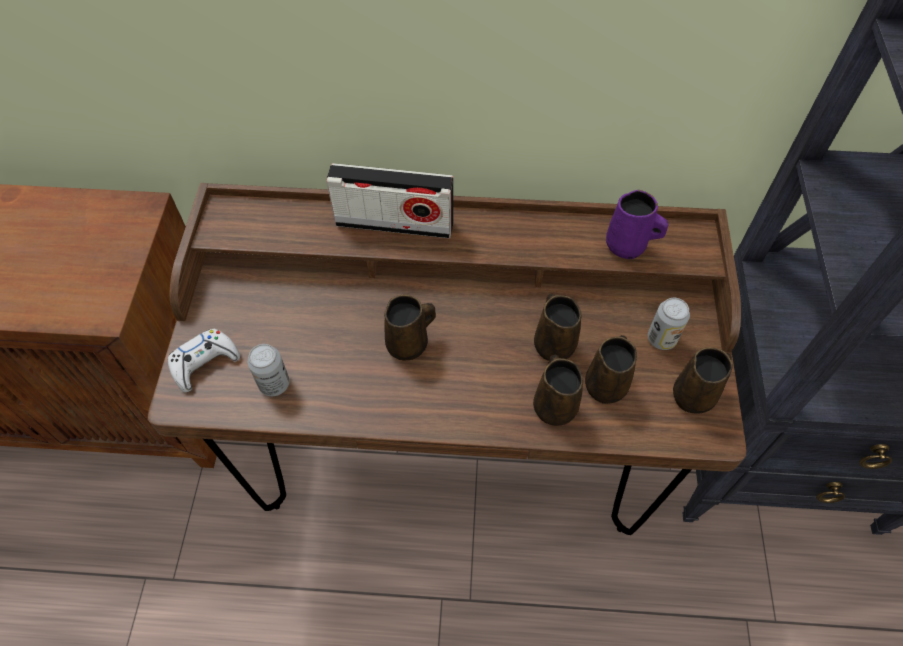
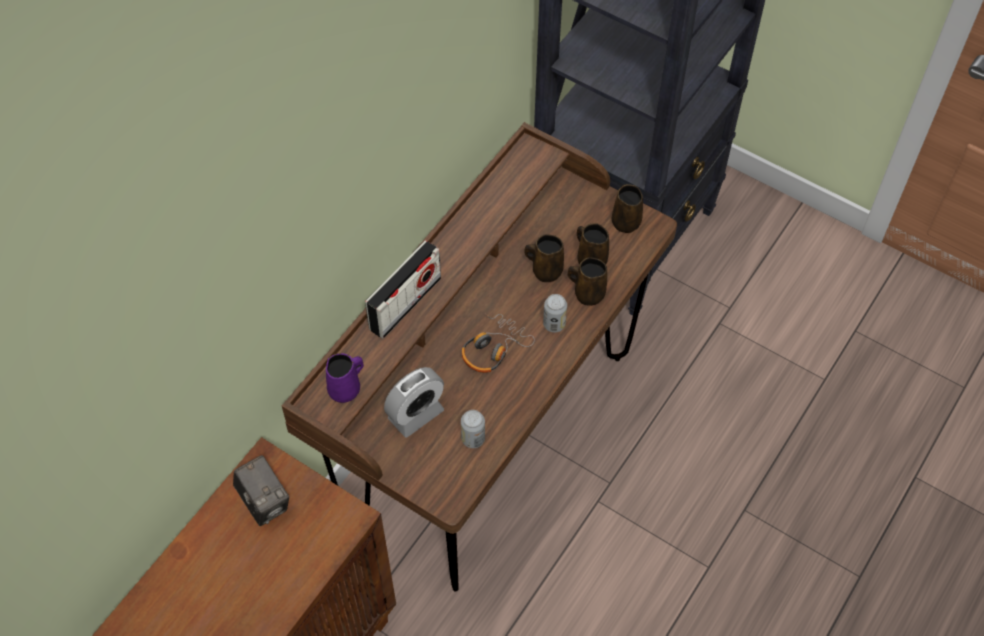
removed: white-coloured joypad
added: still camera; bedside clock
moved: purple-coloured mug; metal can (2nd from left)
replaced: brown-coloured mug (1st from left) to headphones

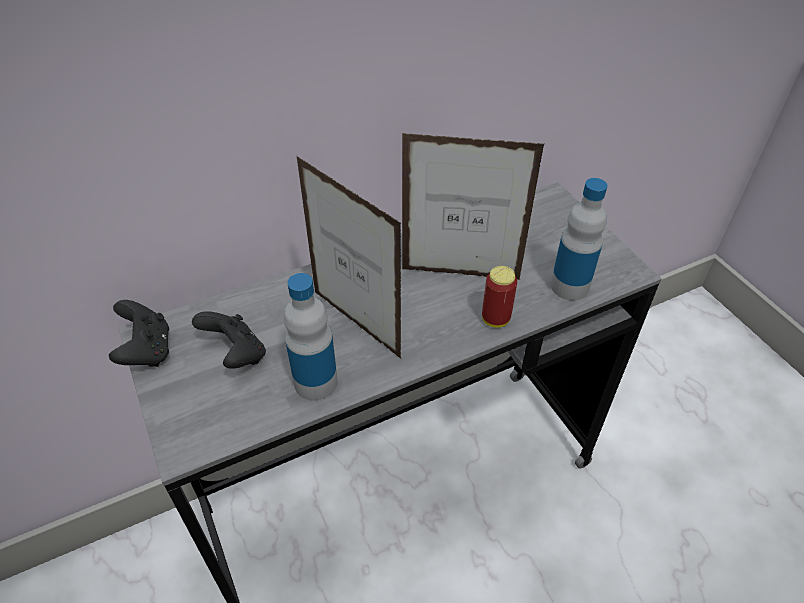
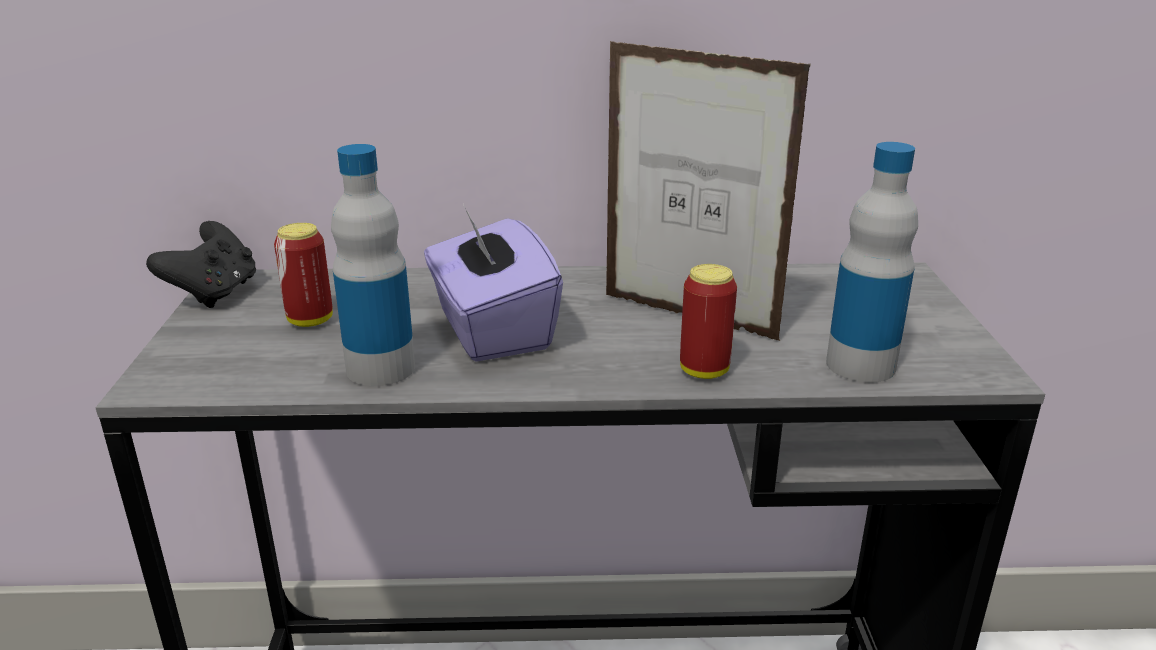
replaced: blackish joypad (2nd from left) to metal can (1st from left); standing frame (1st from left) to purple-coloured box of tissues

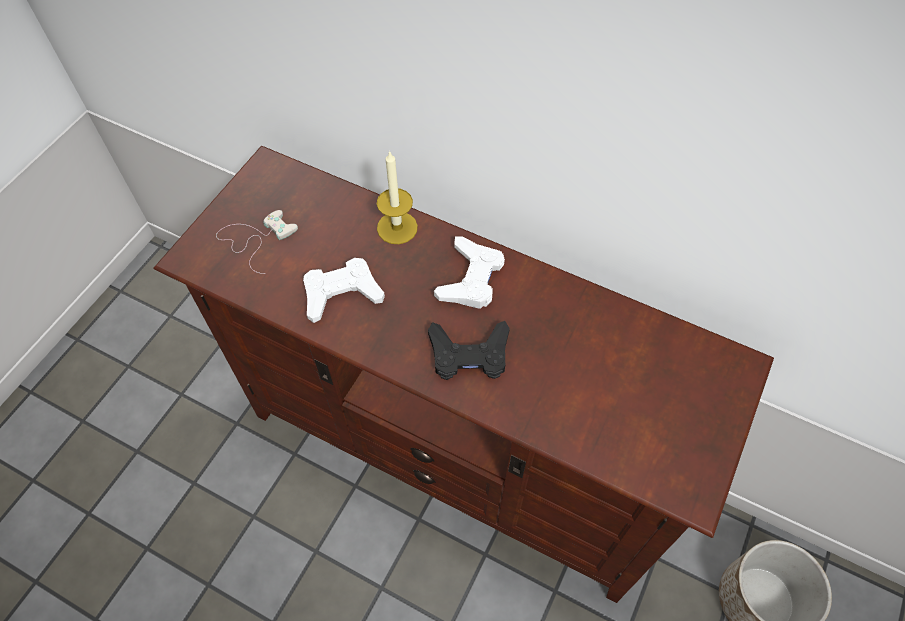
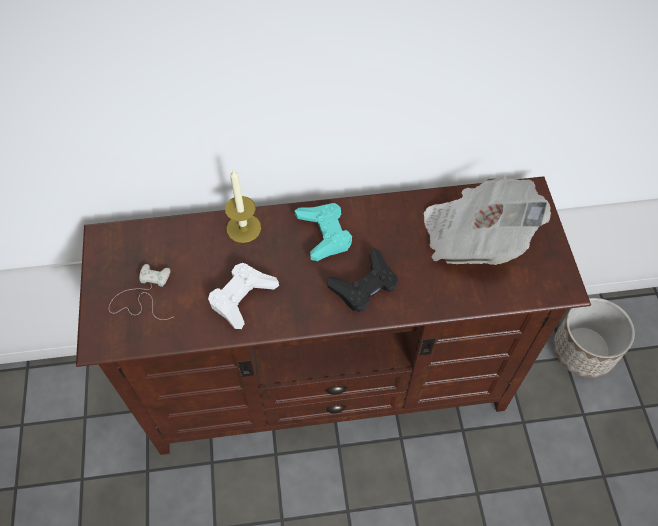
added: printed paper
recoloured: white-coloured joypad (3rd from left) to turquoise-coloured joypad

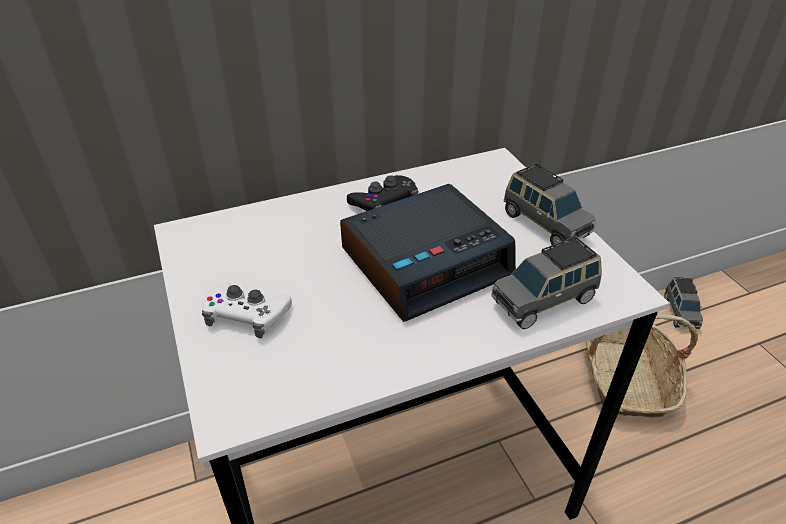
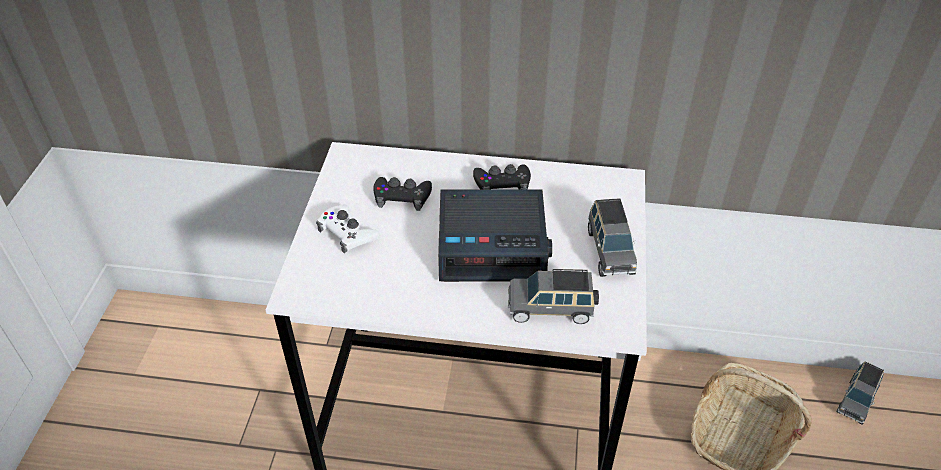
added: blackish joypad (1st from left)

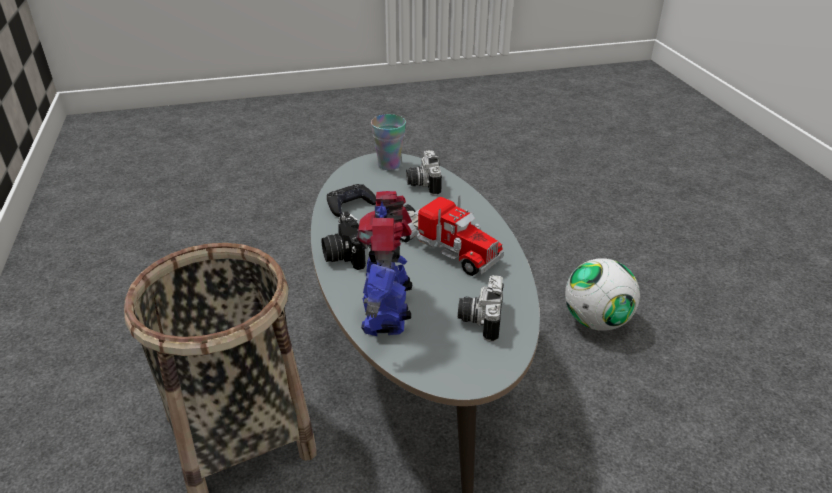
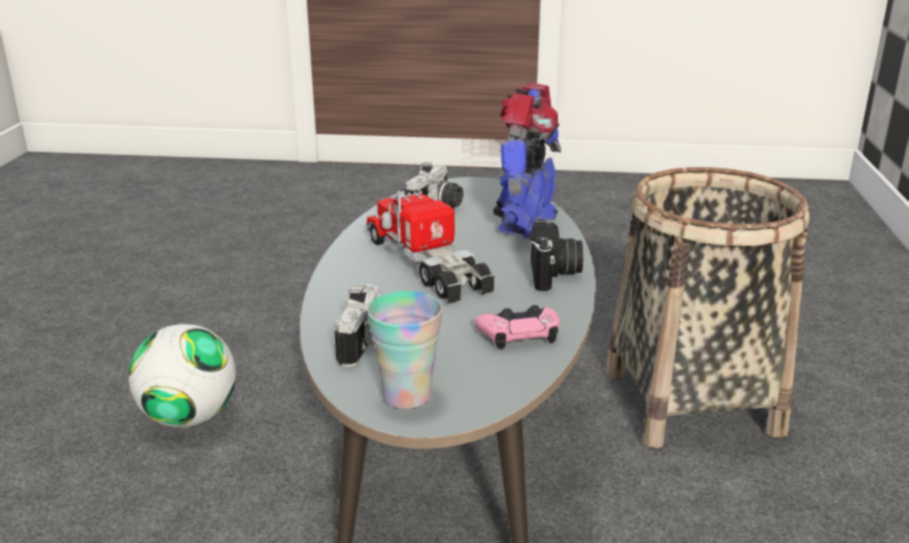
recoloured: blackish joypad to pink-coloured joypad

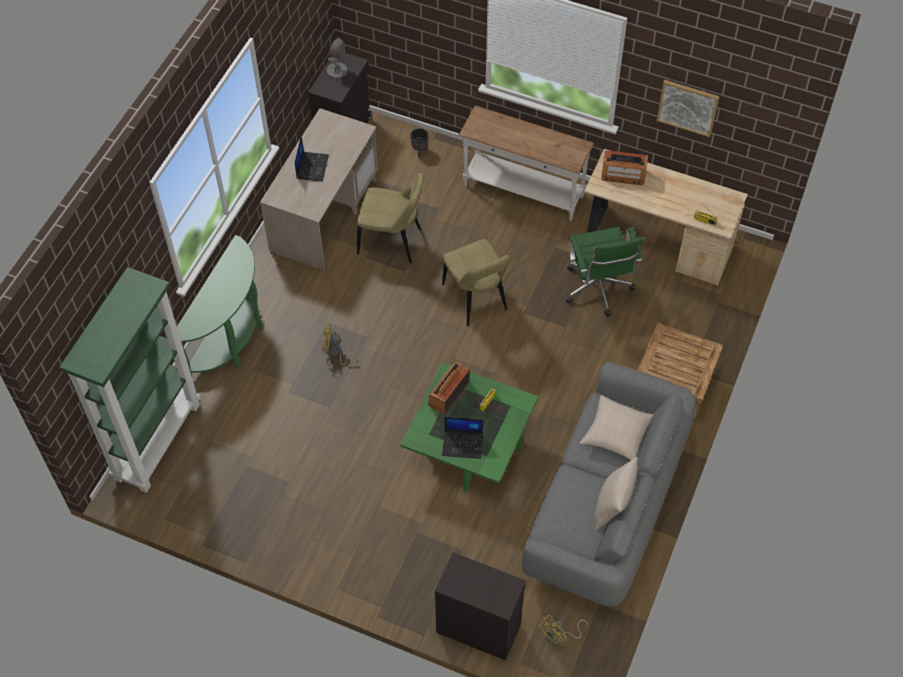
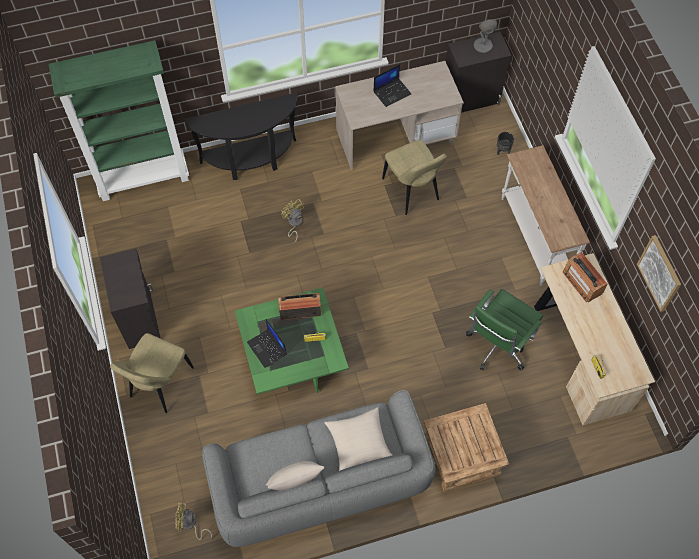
moved: blackish cabinet (2nd from left in the first image) to blackish cabinet (1st from left); sand-coloured chair (2nd from left in the first image) to sand-coloured chair (1st from left)
recoloured: greenish console table to blackish console table

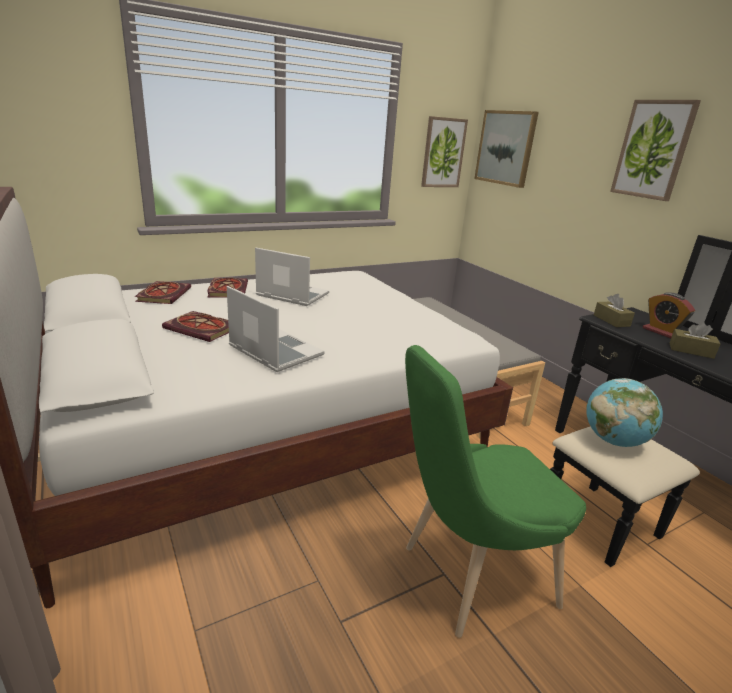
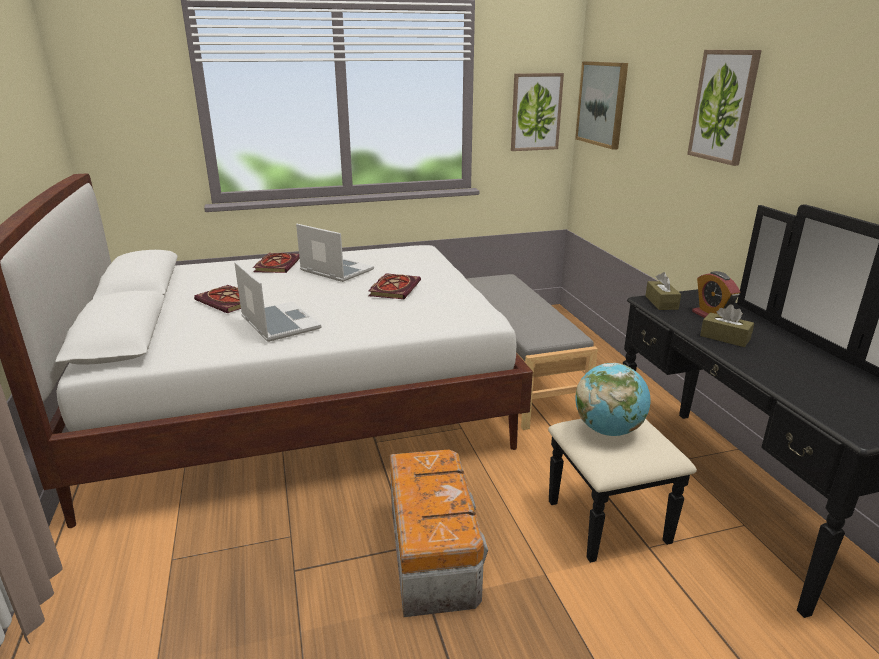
moved: bound book (1st from left in the first image) to bound book (3rd from left)
replaced: greenish chair to storage box

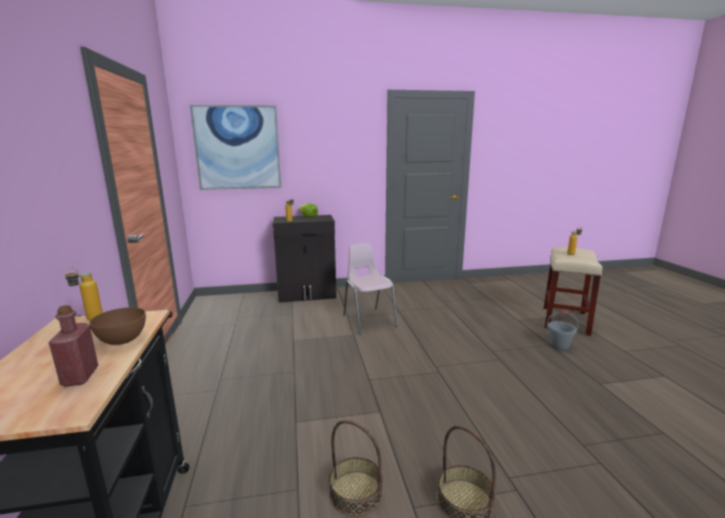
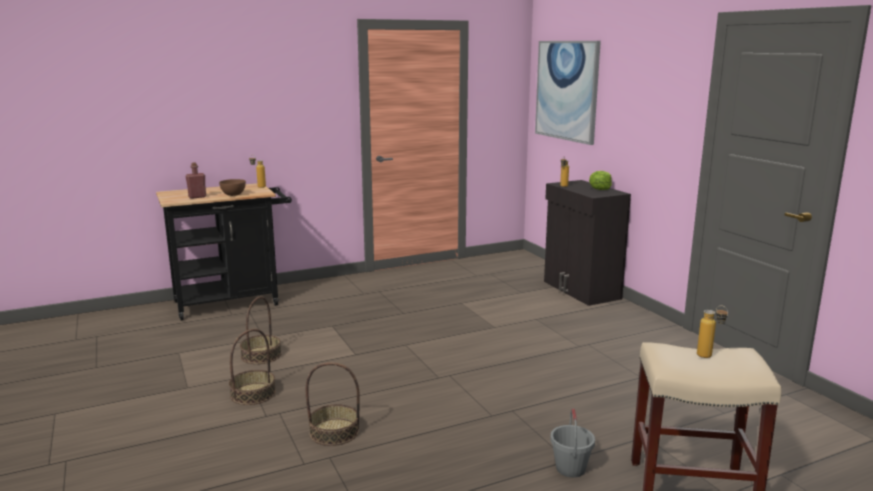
removed: pink-coloured chair
added: storage basket (3rd from left)

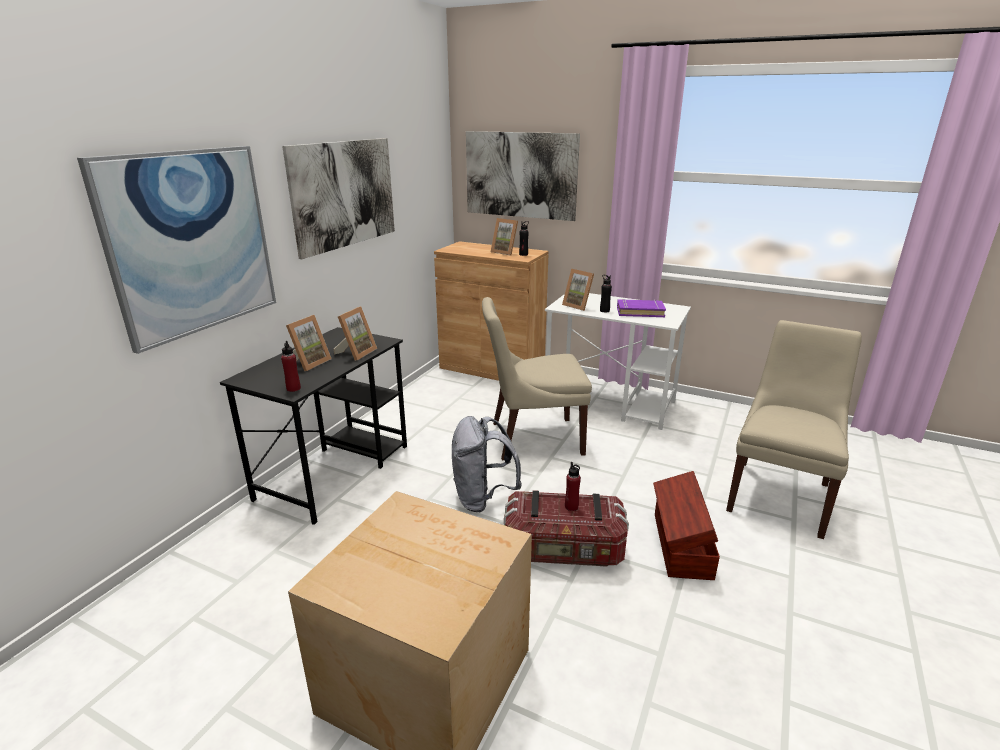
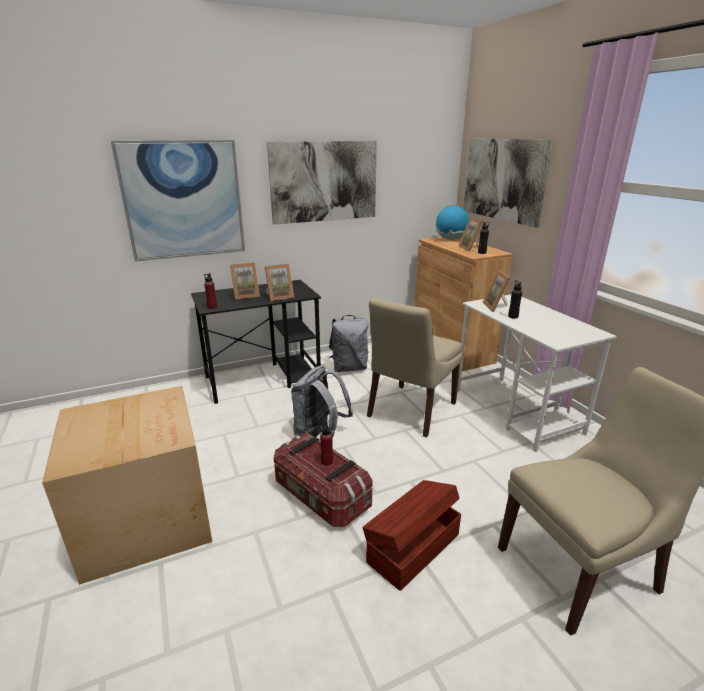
removed: purple-coloured bound book
added: greyish knapsack (2nd from left); desk globe
turned: sand-coloured chair (1st from left) 90 degrees counterclockwise

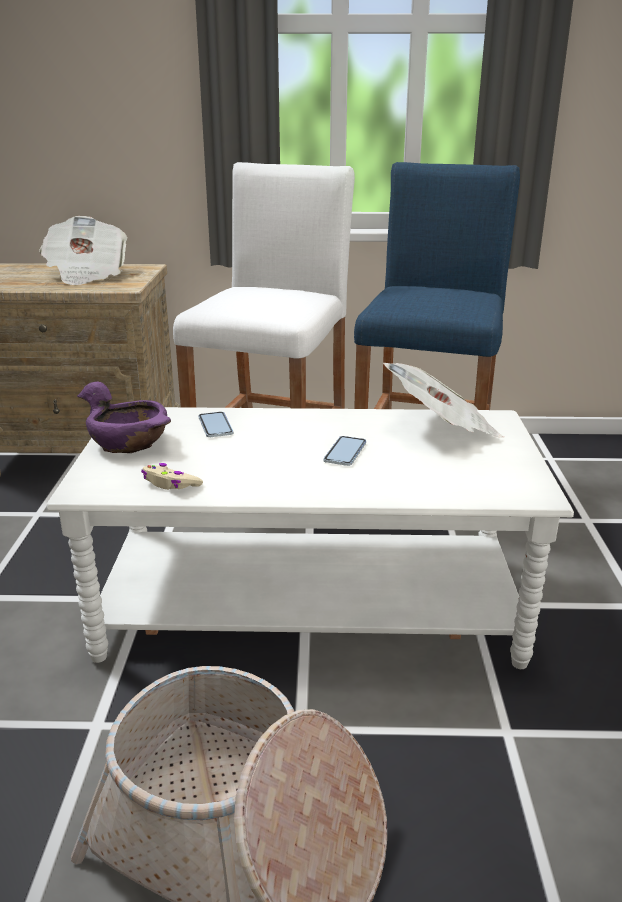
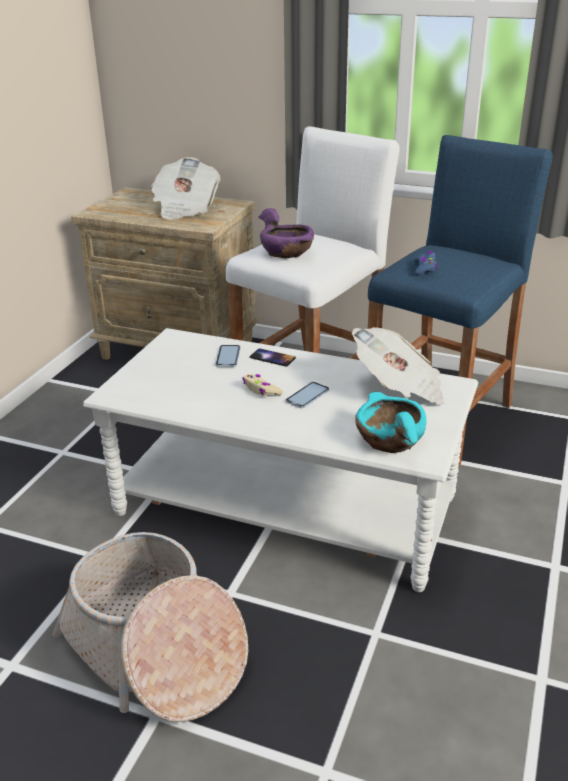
added: phone (2nd from left); turquoise-coloured serving bowl; blue-coloured joypad
moved: purple-coloured serving bowl; sand-coloured joypad

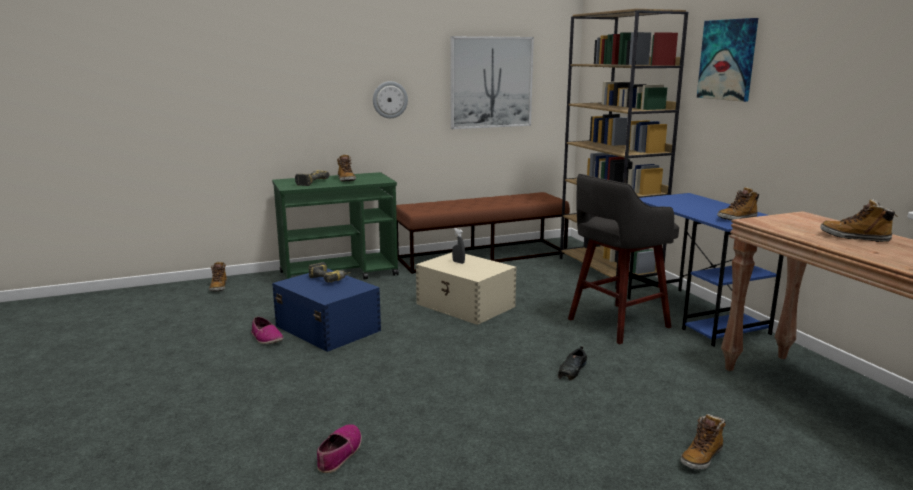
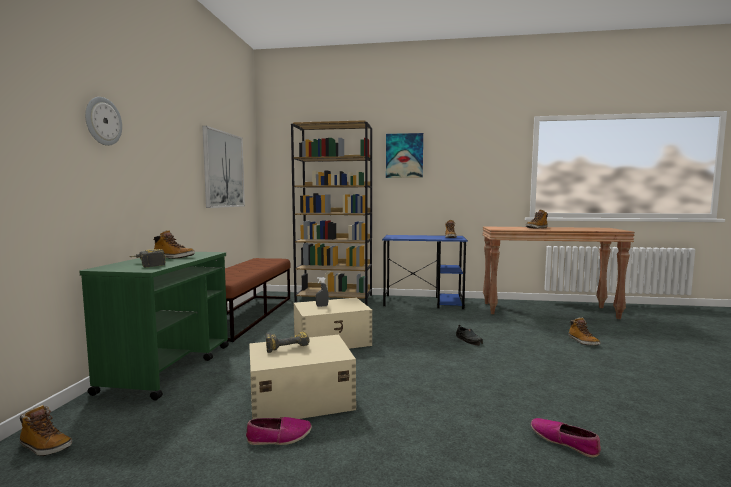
removed: greyish stool
moved: hanging clock
recoloured: blue-coloured storage box to sand-coloured storage box (1st from left)

